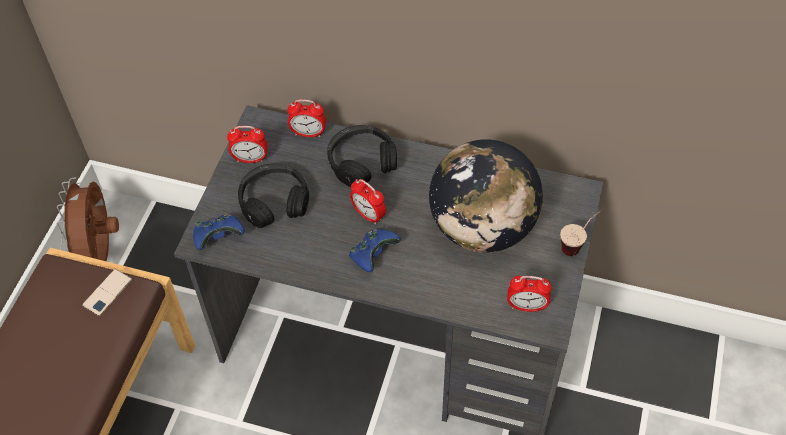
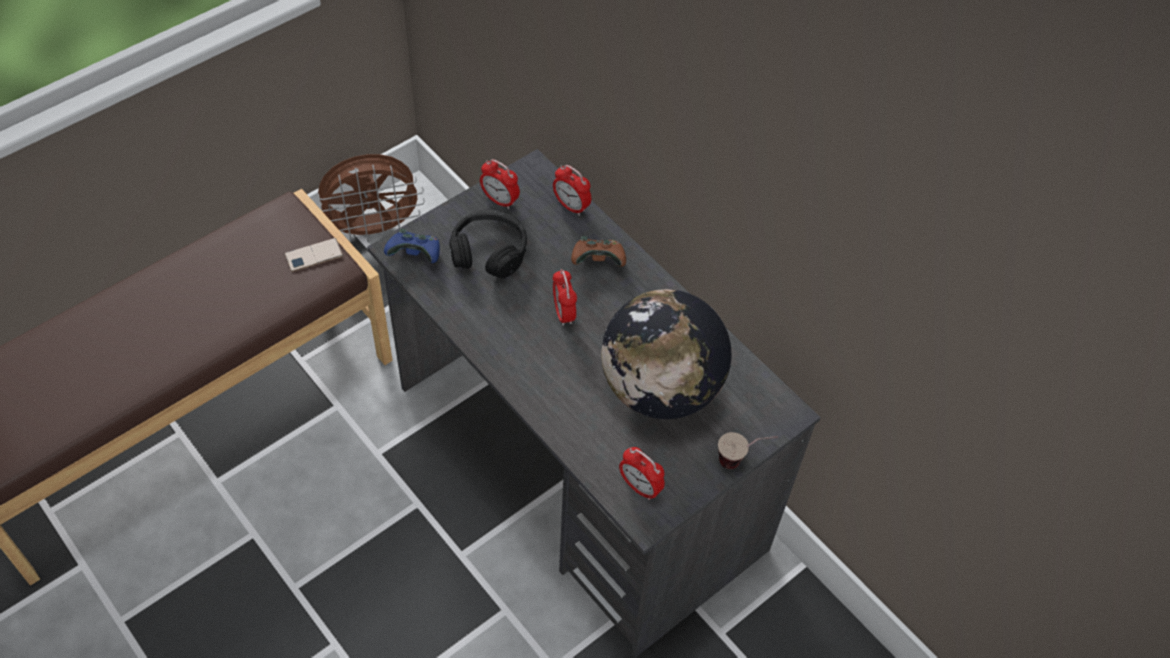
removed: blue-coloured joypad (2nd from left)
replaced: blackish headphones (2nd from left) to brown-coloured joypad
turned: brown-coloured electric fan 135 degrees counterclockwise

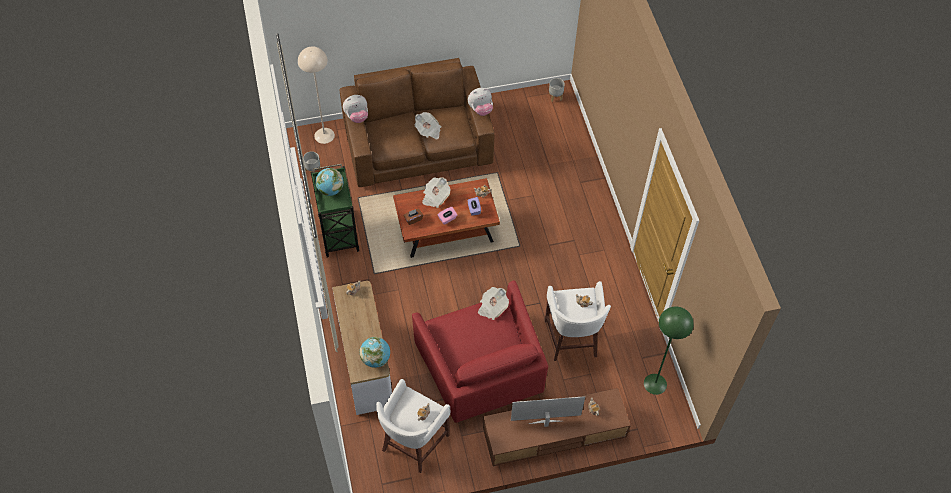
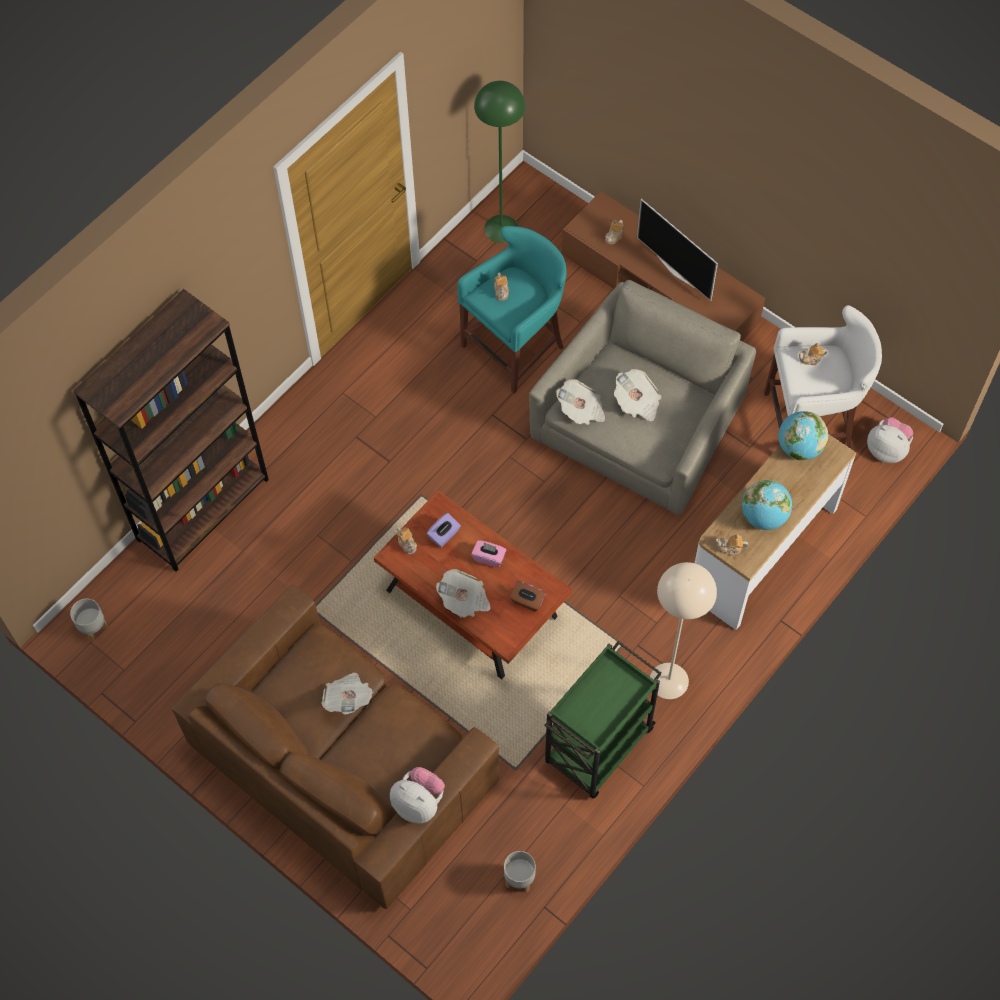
added: brown-coloured bookshelf; printed paper (4th from left)
moved: sand-coloured standing lamp; desk globe (1st from left); cuddly toy (2nd from left)
recoloured: red-coloured easy chair to greyish easy chair; white-coloured stool (2nd from left) to turquoise-coloured stool

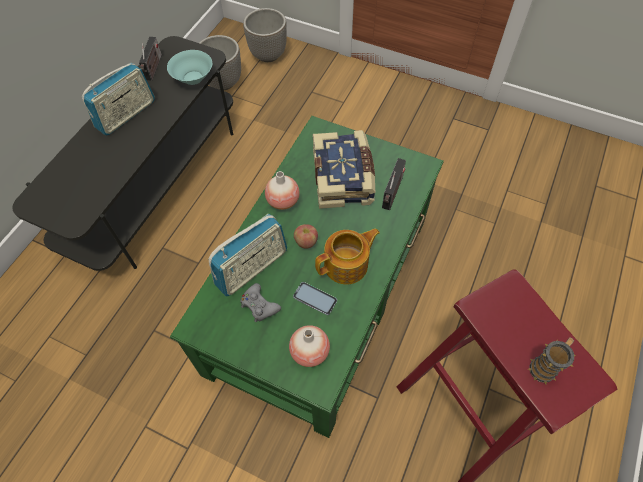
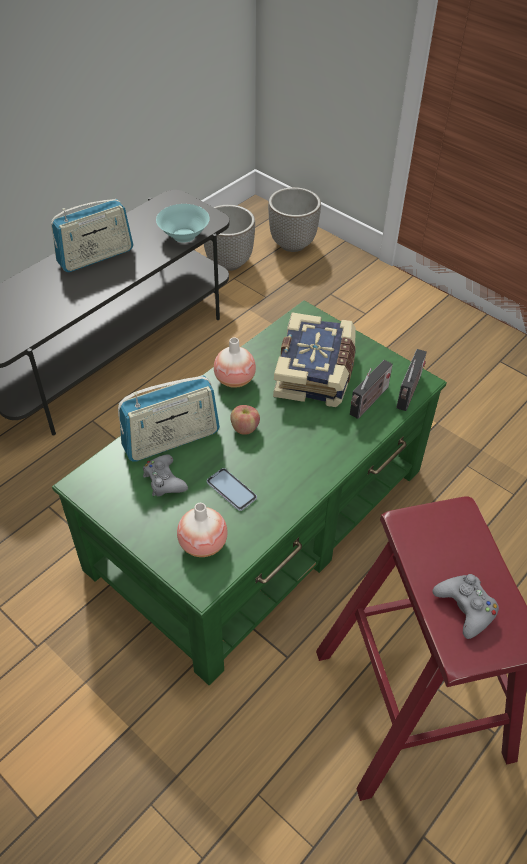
removed: pot for tea
moved: radio set (2nd from left in the first image) to radio set (4th from left)
replaced: mug to greyish joypad (2nd from left)

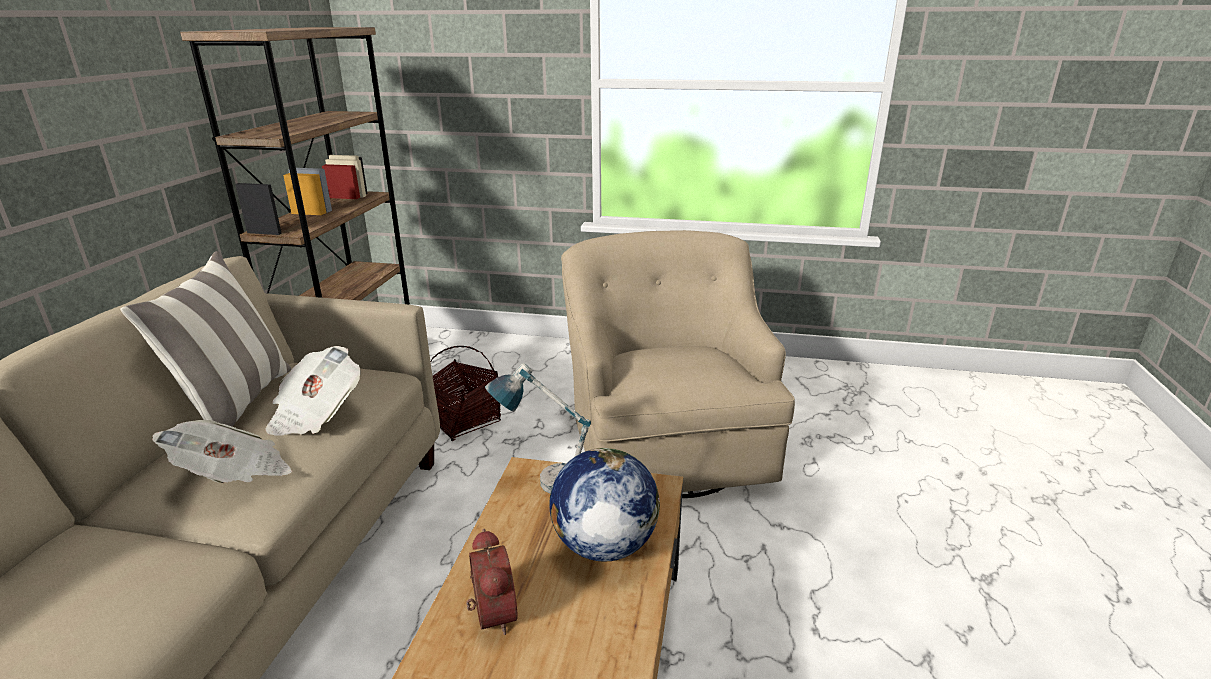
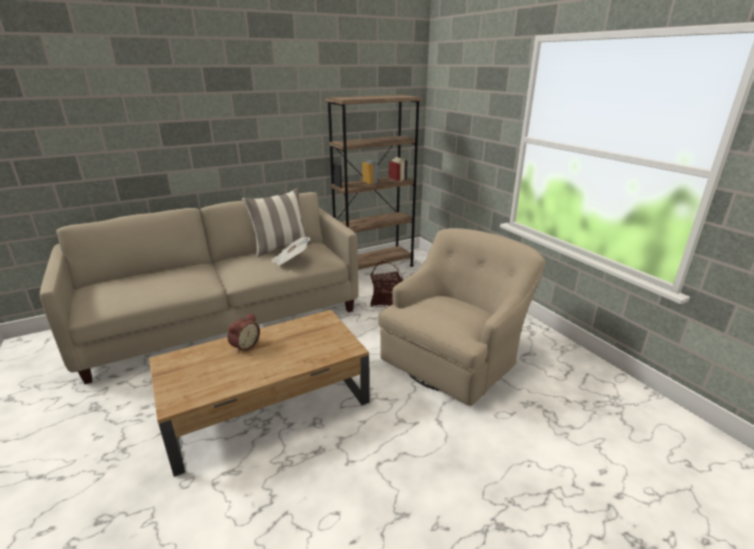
removed: printed paper (1st from left); tabletop lamp; desk globe

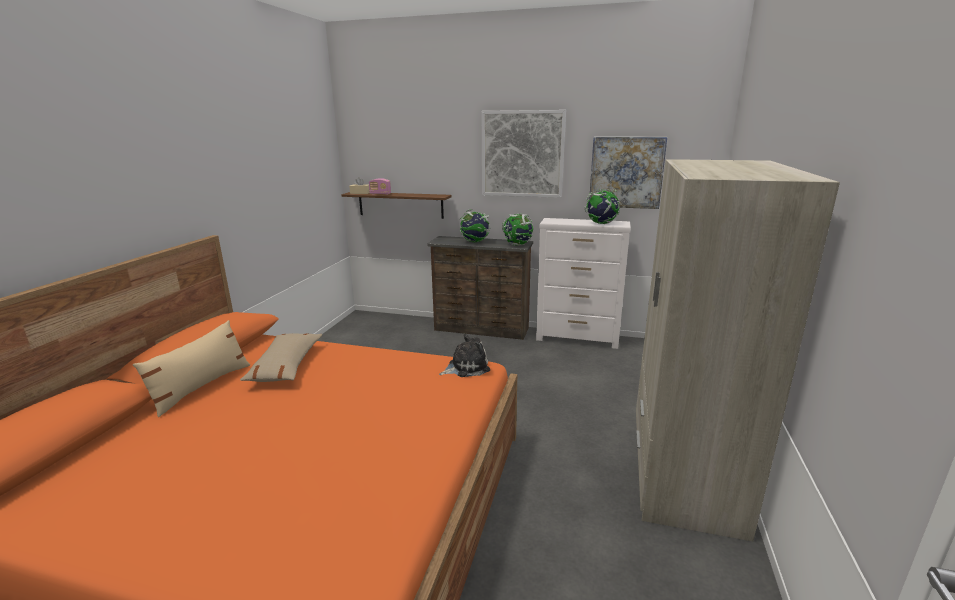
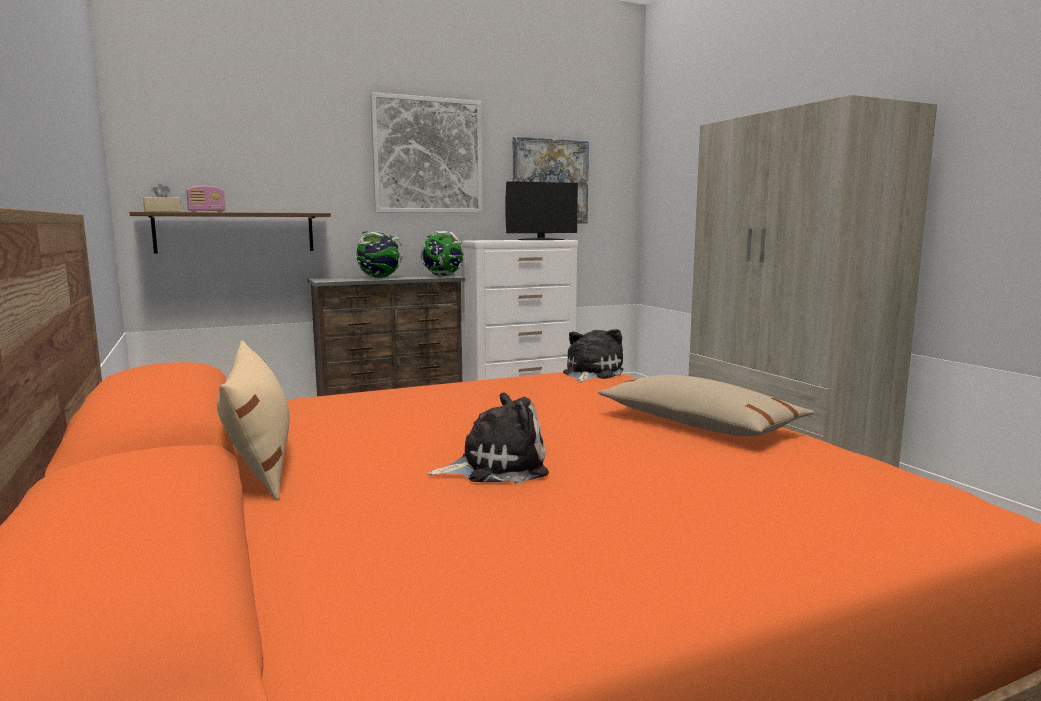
added: cuddly toy (1st from left)
moved: sand-coloured throw pillow (2nd from left)
replaced: desk globe (3rd from left) to computer screen

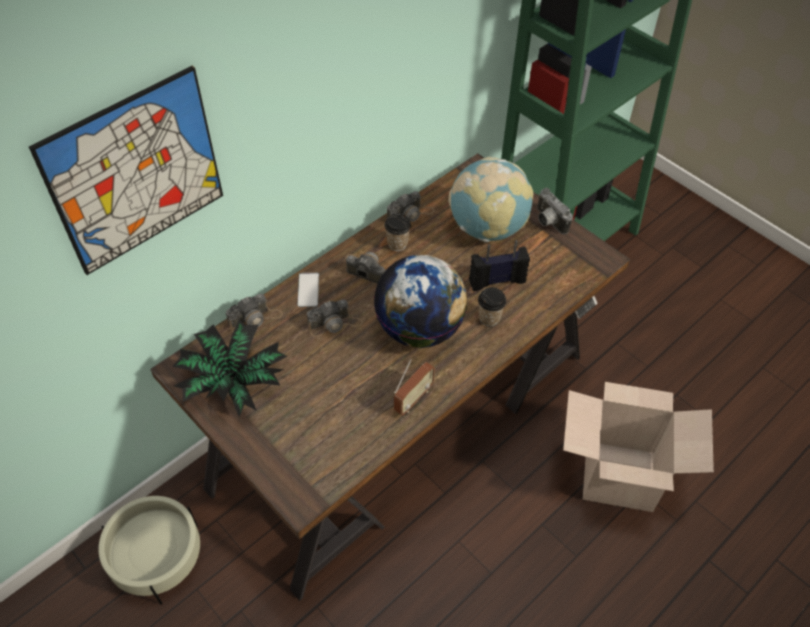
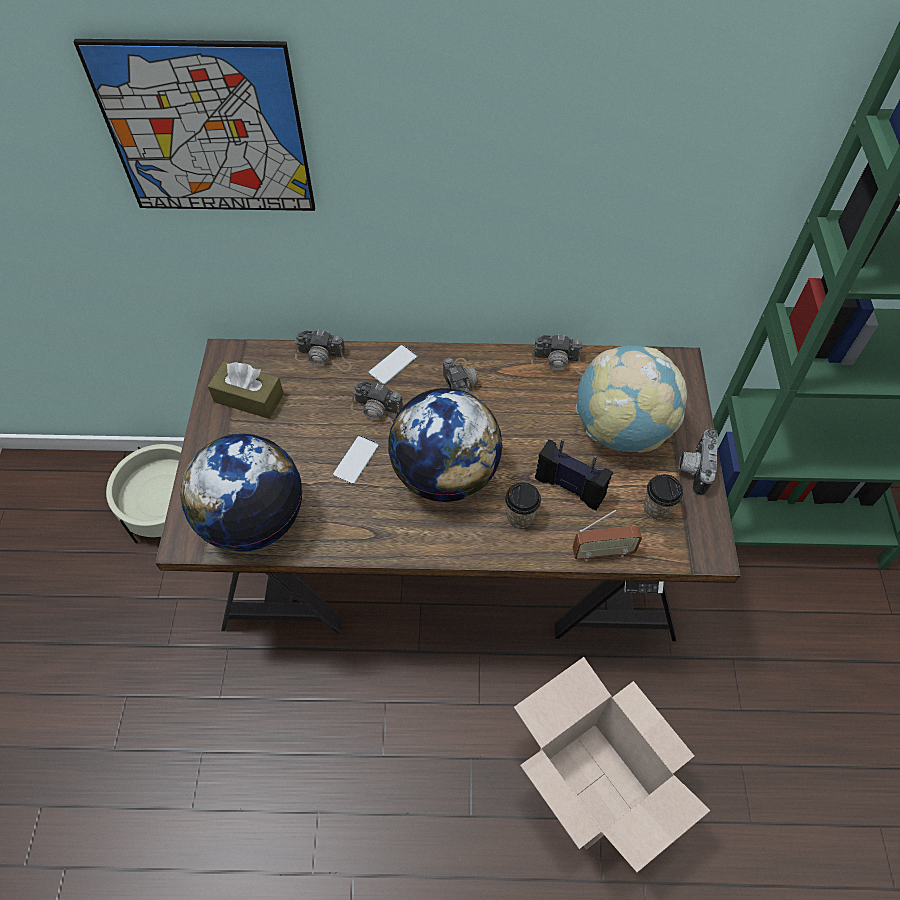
added: desk globe (1st from left); phone (1st from left)
moved: drinking cup (1st from left in the first image) to drinking cup (2nd from left); radio set (1st from left in the first image) to radio set (2nd from left)
replaced: plant in a pot to brown-coloured box of tissues

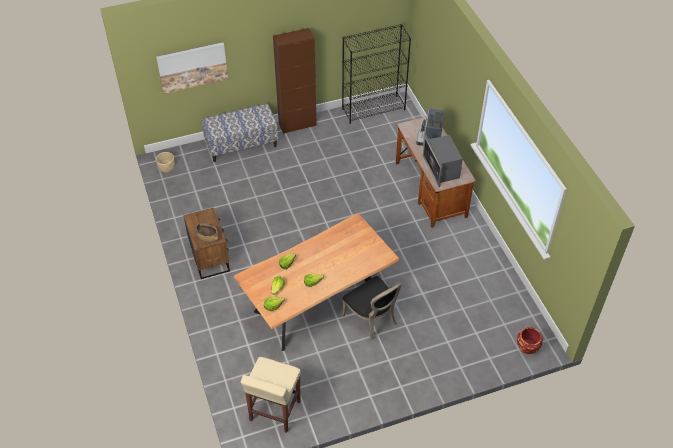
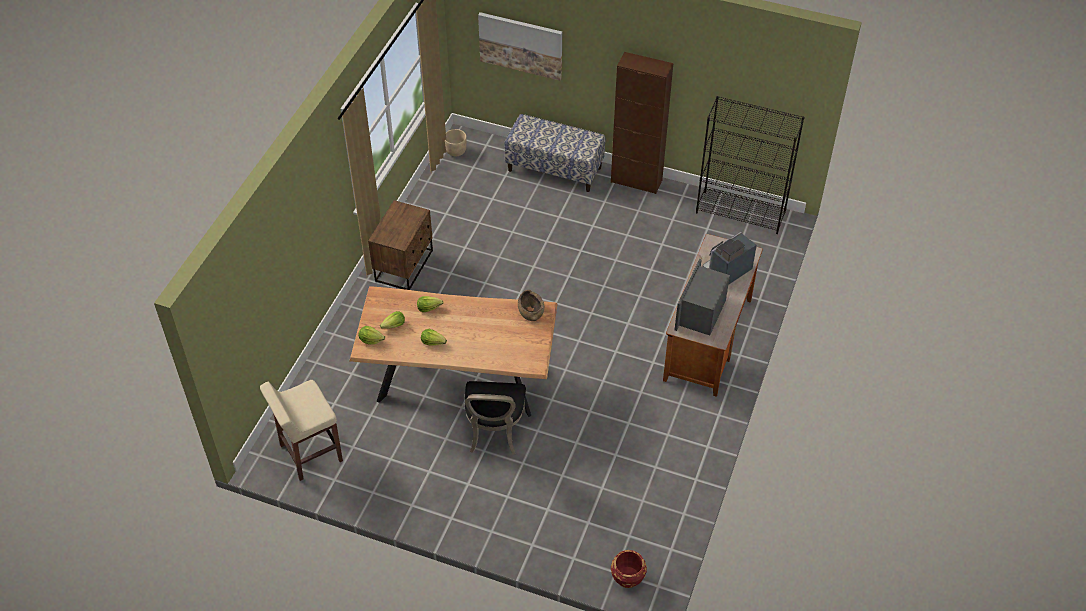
moved: brown-coloured serving bowl

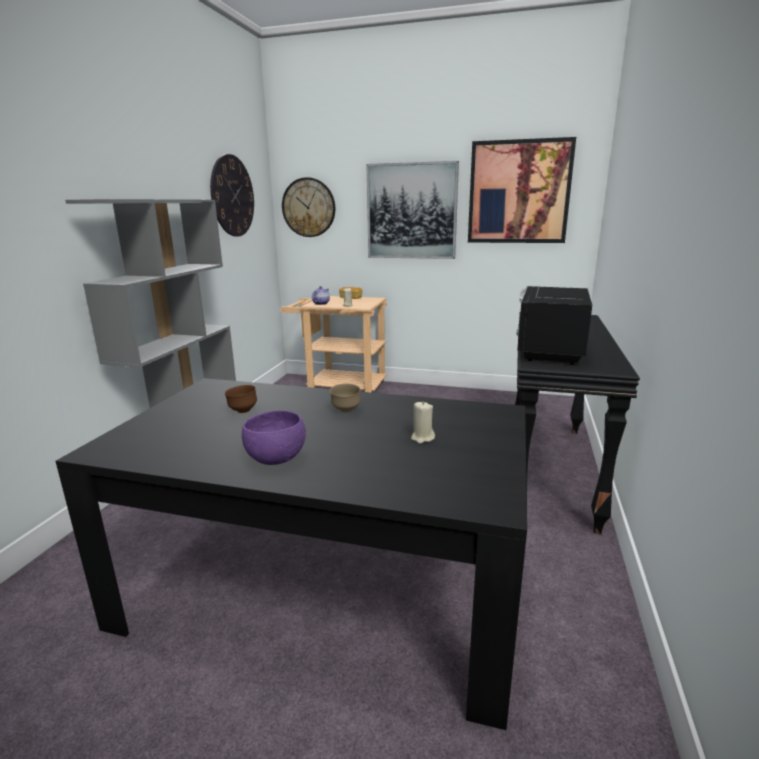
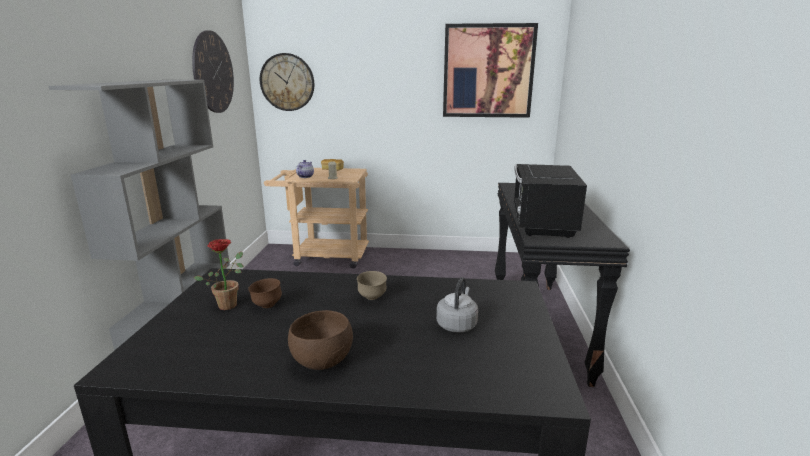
removed: wall picture (1st from left)
added: plant in a pot
replaced: sand-coloured wax light (2nd from left) to greyish water kettle
recoloured: purple-coloured serving bowl to brown-coloured serving bowl (2nd from left)

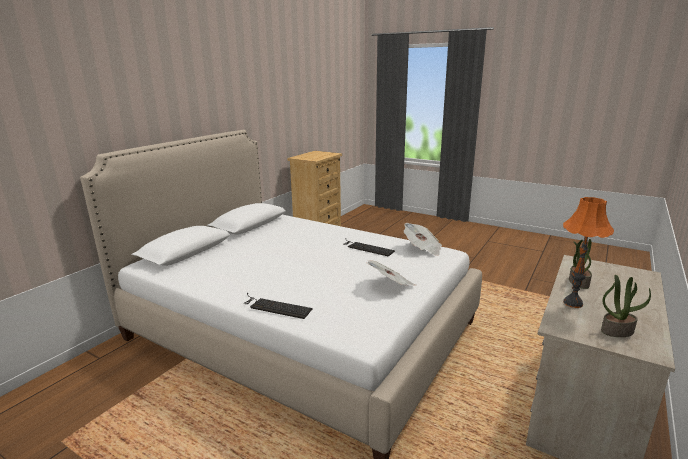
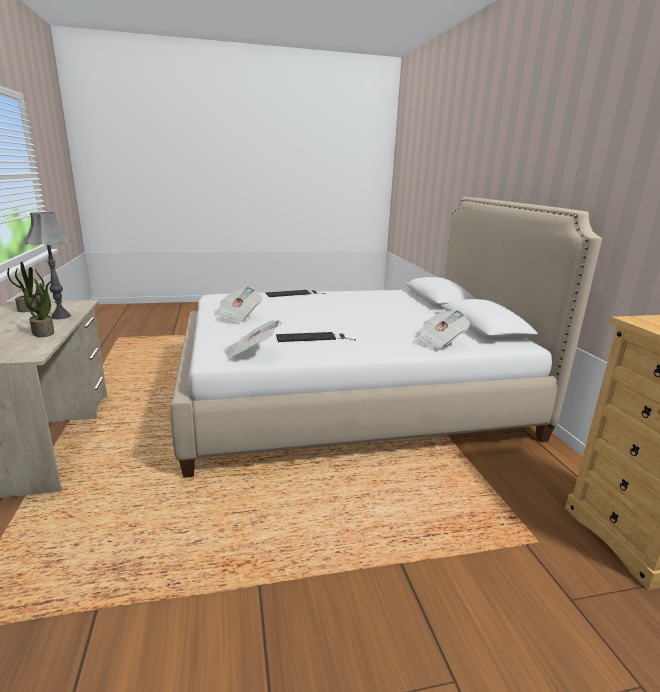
added: printed paper (3rd from left)
recoloured: orangey tabletop lamp to greyish tabletop lamp

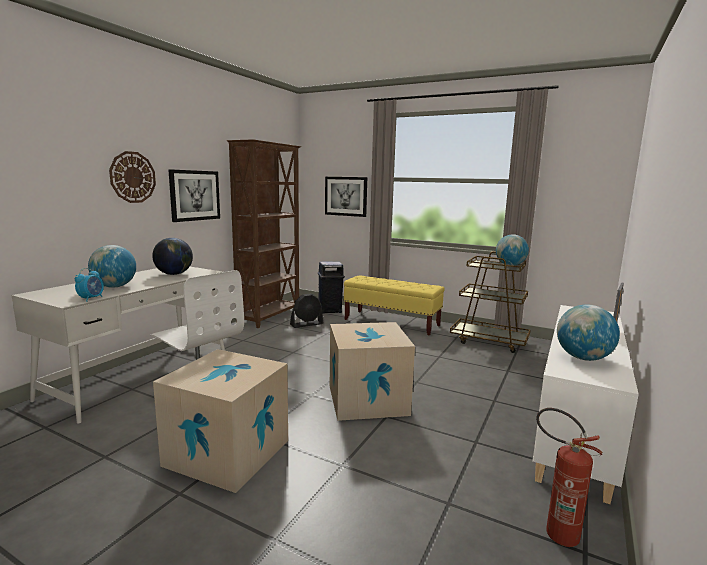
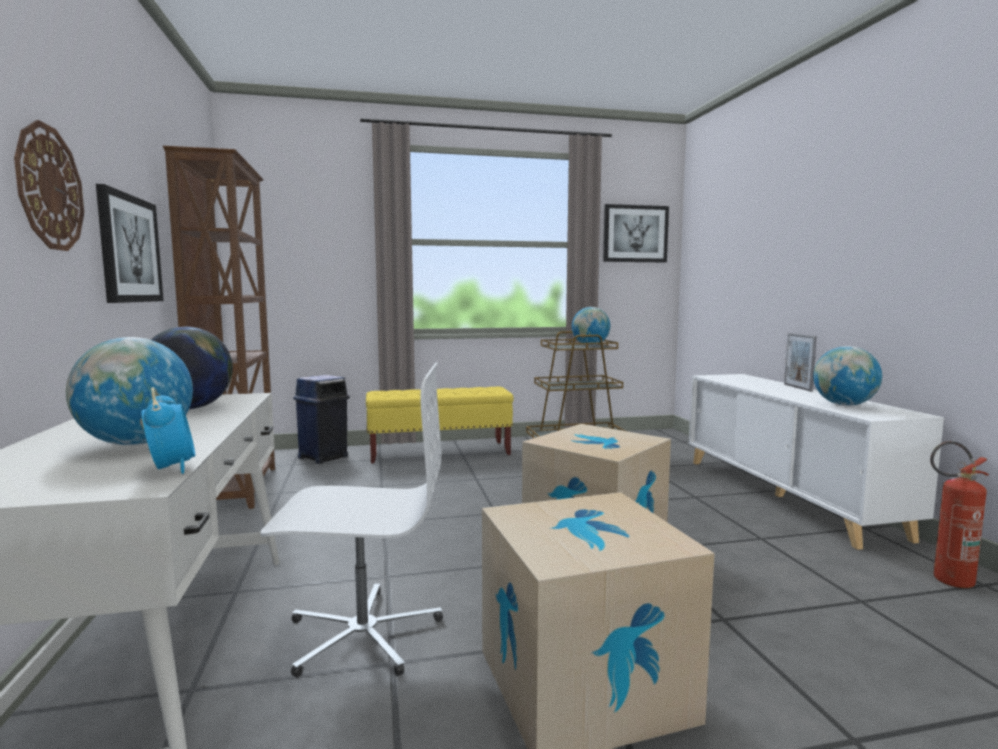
removed: blackish electric fan
moved: wall picture (2nd from left)

